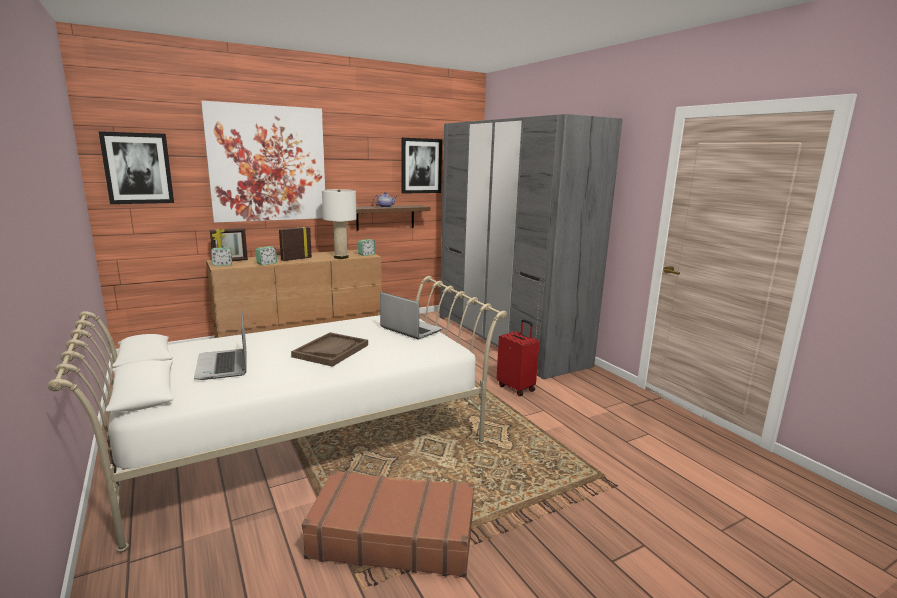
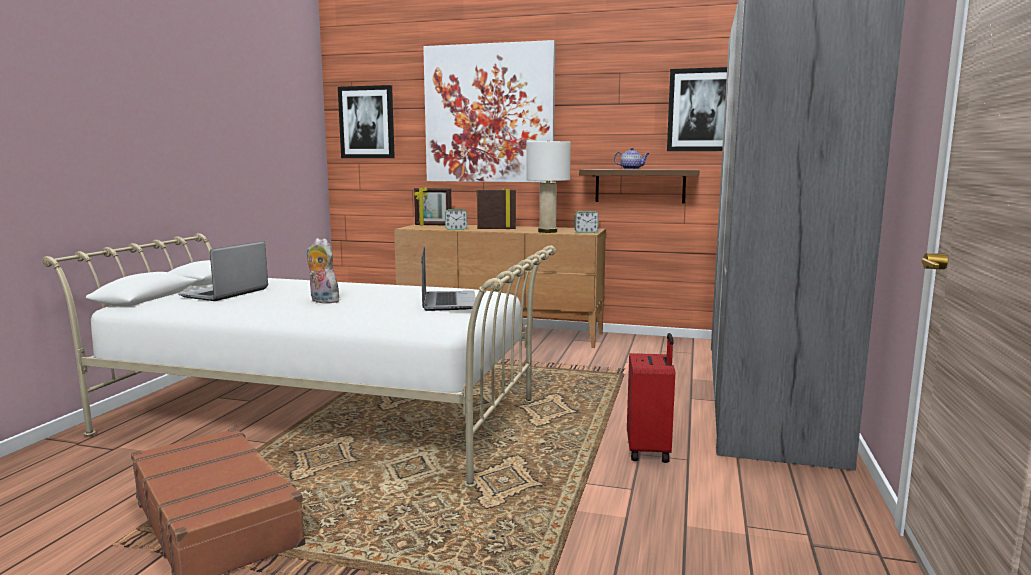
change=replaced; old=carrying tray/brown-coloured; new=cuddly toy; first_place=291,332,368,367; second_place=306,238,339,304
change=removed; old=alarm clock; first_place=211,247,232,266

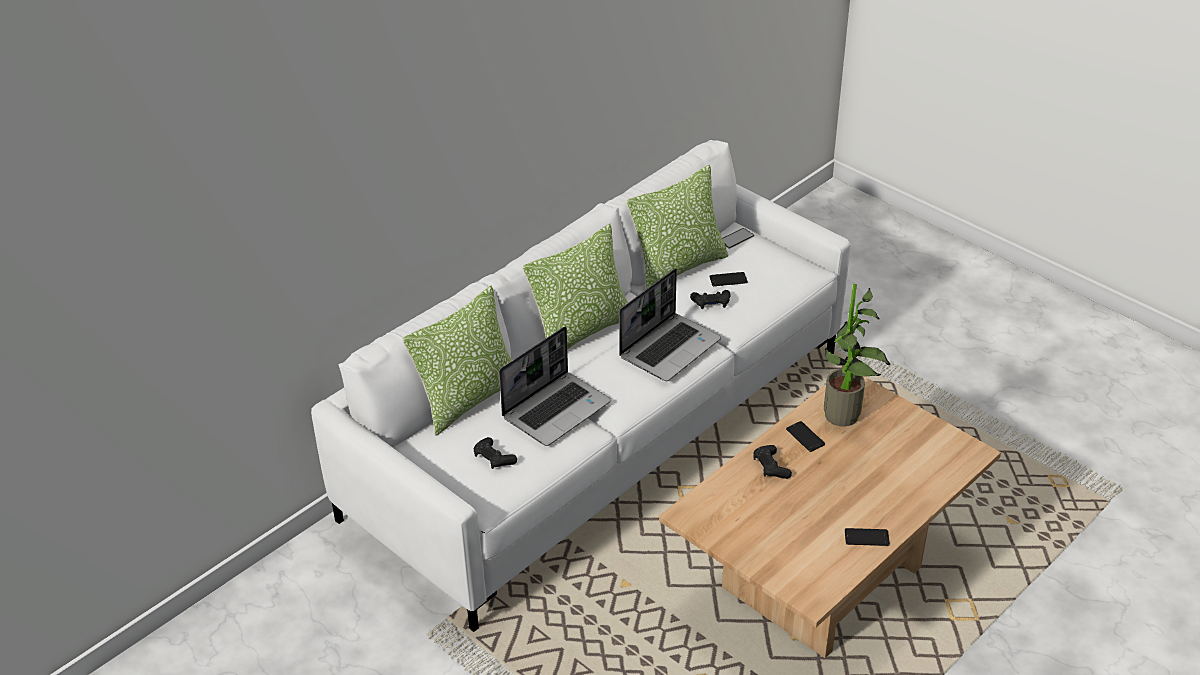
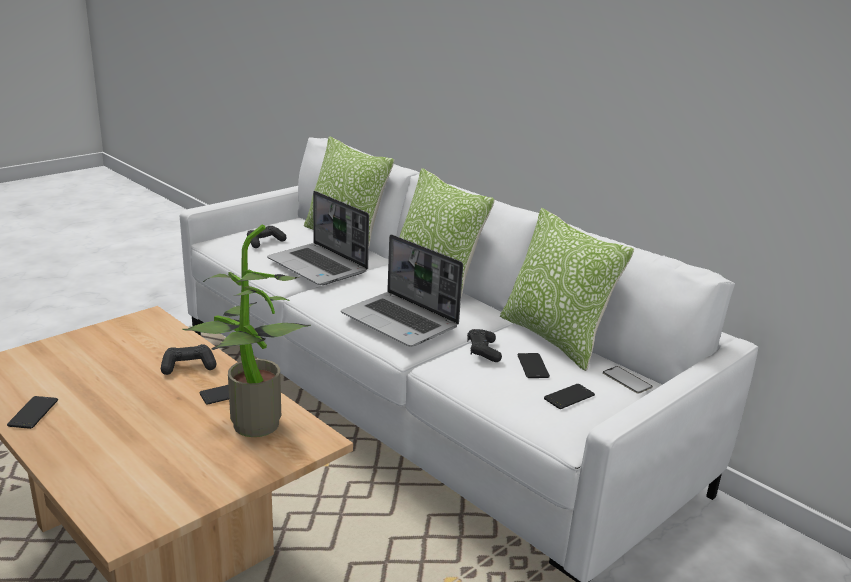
change=added; new=phone; second_place=544,384,595,409

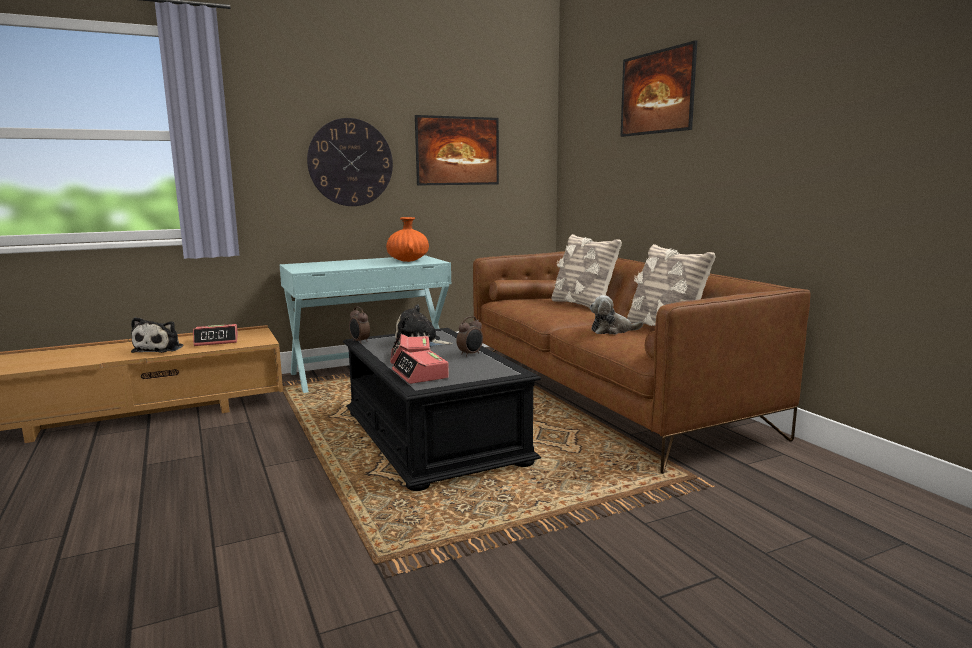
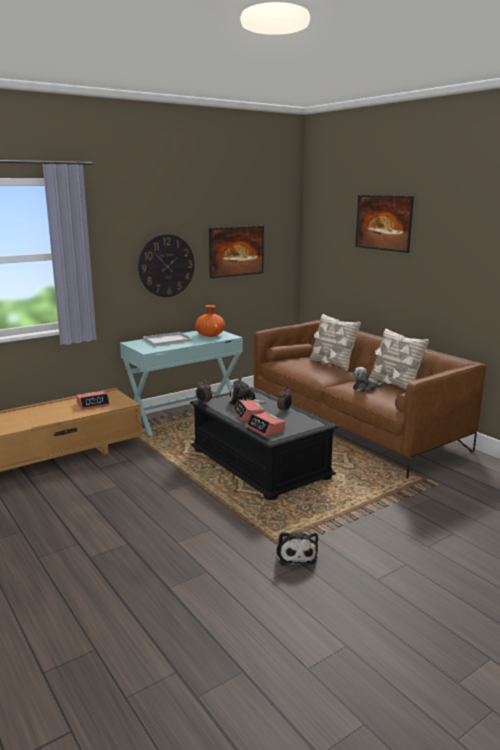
change=added; new=carrying tray/white-coloured; second_place=143,332,193,346
change=moved; old=cuddly toy; first_place=131,317,183,353; second_place=276,532,318,566

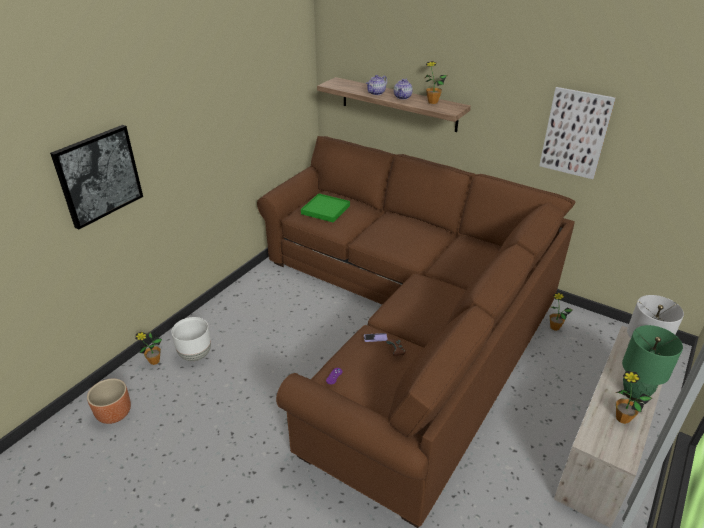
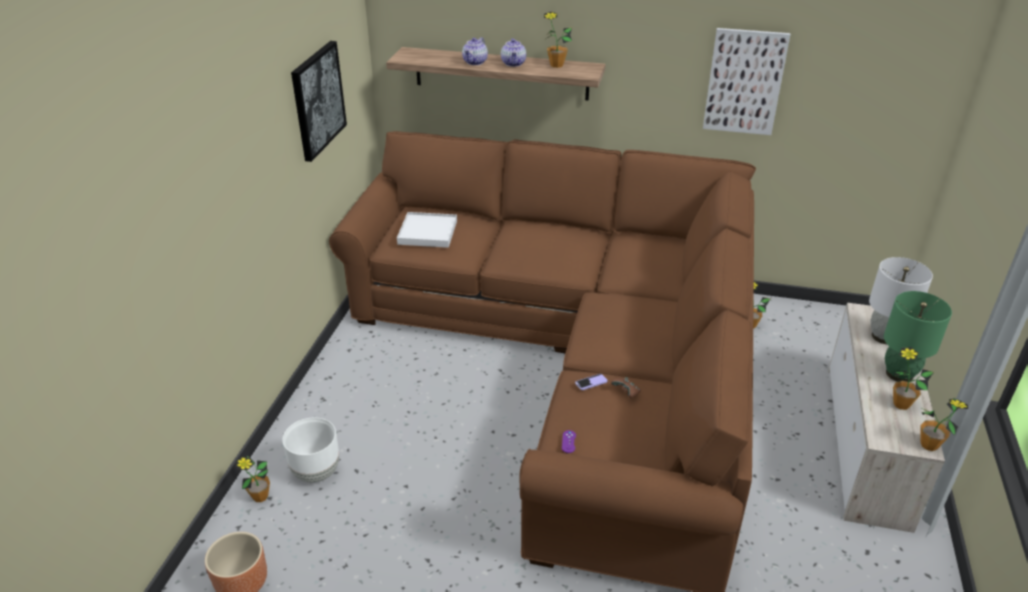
change=moved; old=picture; first_place=50,125,143,230; second_place=291,41,347,162
change=recoloured; old=carrying tray/green-coloured; new=carrying tray/white-coloured; first_place=301,193,350,223; second_place=397,212,457,248
change=added; new=houseplant; second_place=921,398,968,451

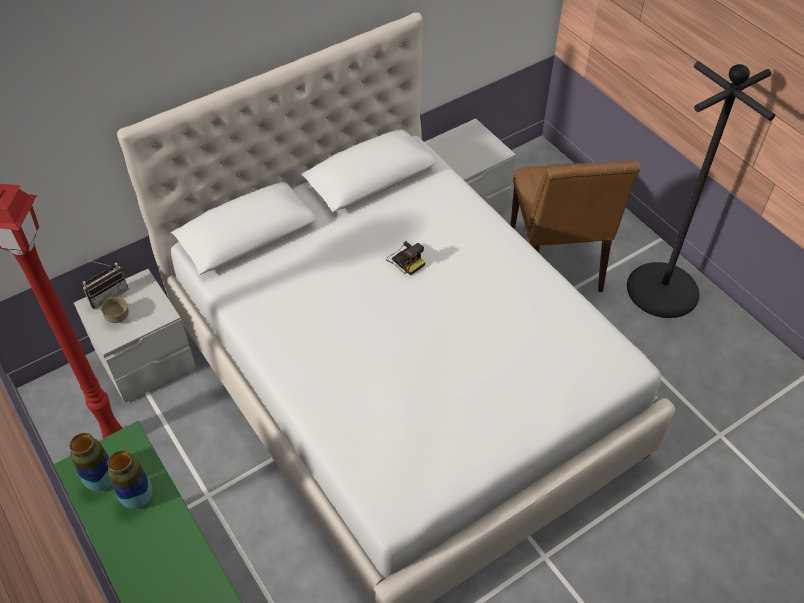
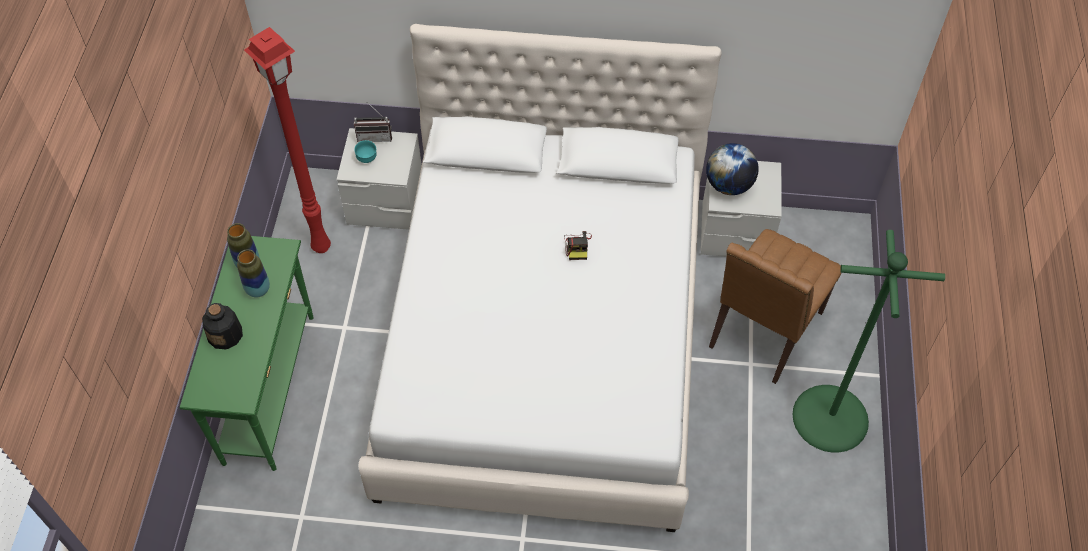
change=added; new=beverage bottle; second_place=202,303,243,350
change=recoloured; old=deep dish/brown-coloured; new=deep dish/blue-green; first_place=101,297,129,323; second_place=354,140,377,163
change=added; new=desk globe; second_place=706,143,759,195
change=recoloured; old=garment rack/black; new=garment rack/green-coloured; first_place=627,61,775,318; second_place=793,230,945,452

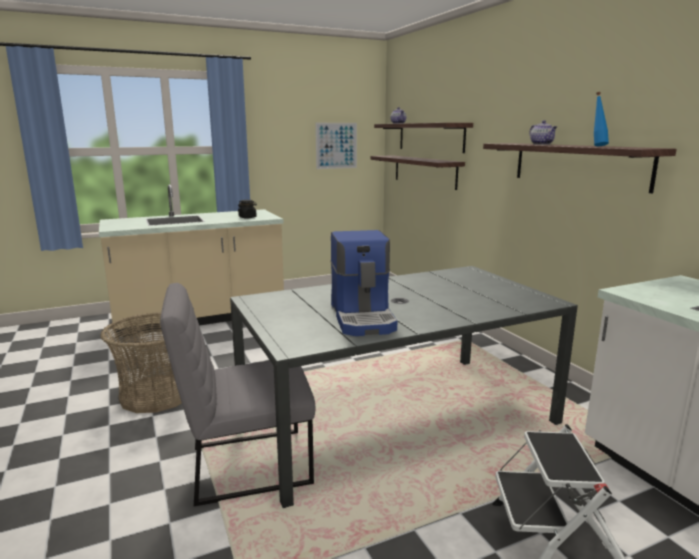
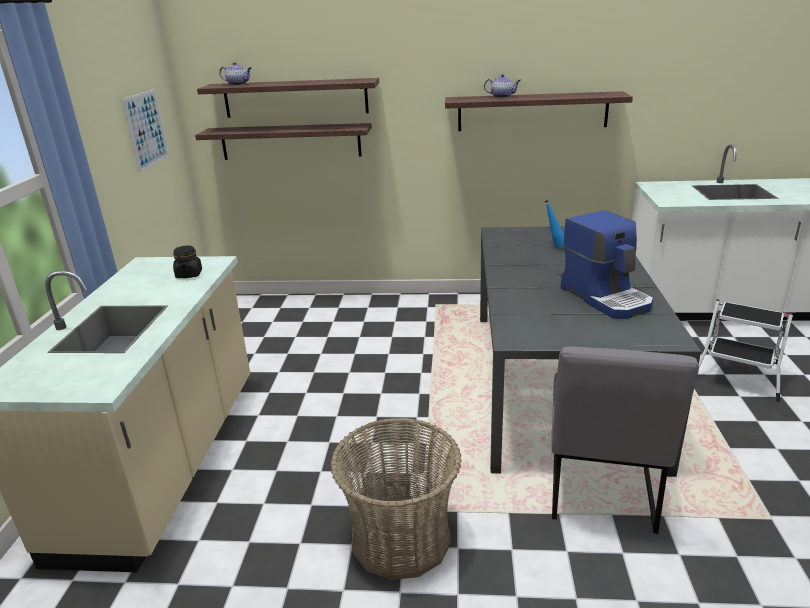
change=moved; old=beverage bottle/bluish; first_place=594,92,609,146; second_place=545,200,564,248
change=turned; old=coffee brewer; first_place=331,230,397,336; second_place=561,210,653,319; degrees=45

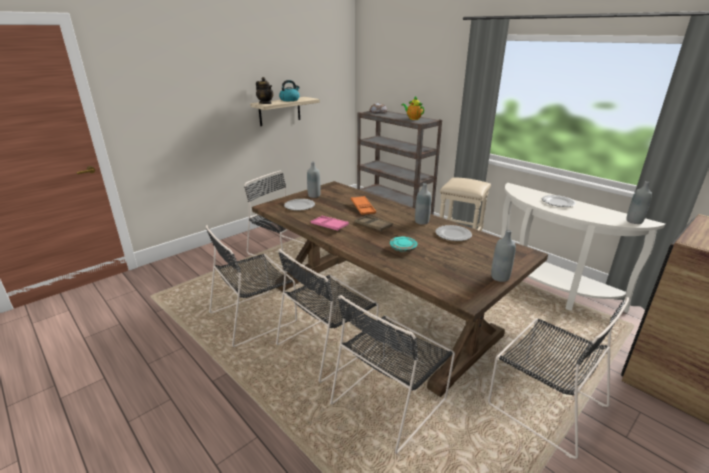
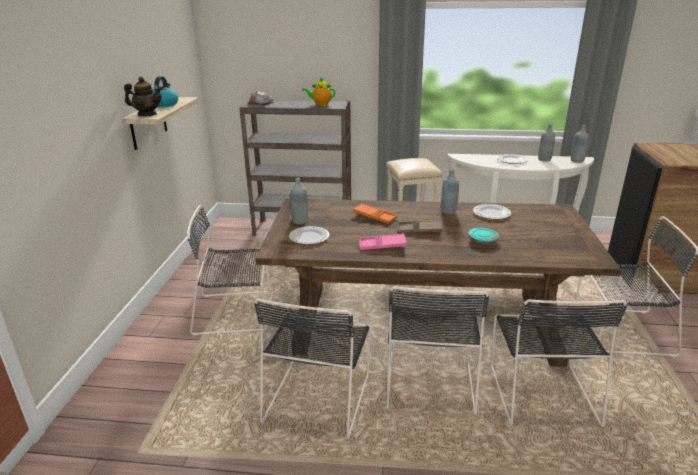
change=moved; old=beverage bottle/gray; first_place=491,230,516,282; second_place=538,124,555,162

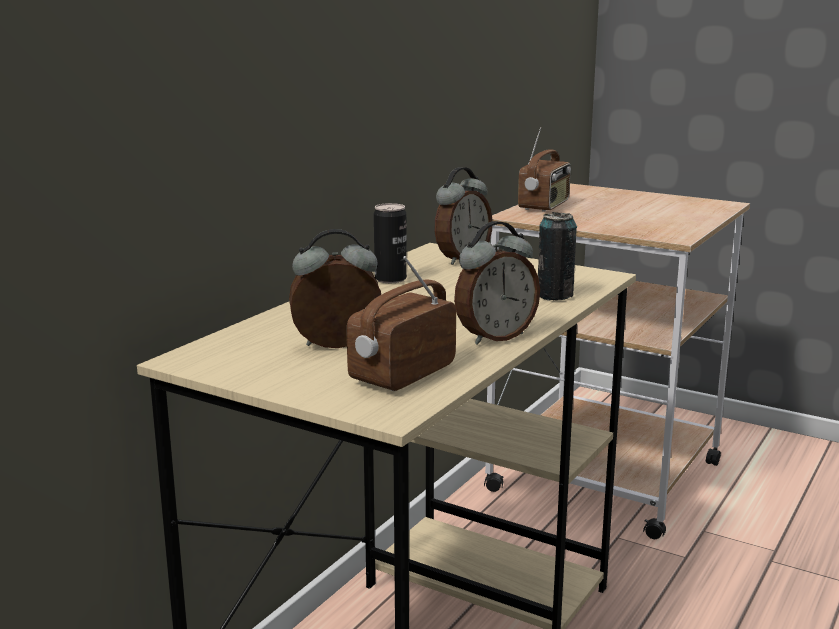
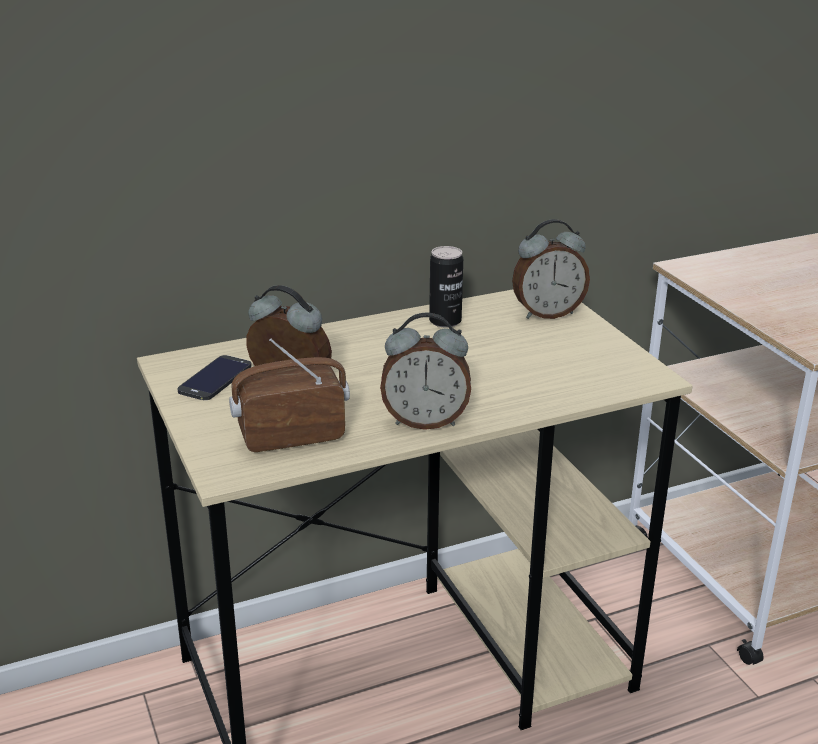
change=added; new=phone; second_place=177,355,252,400
change=removed; old=radio receiver; first_place=518,127,571,212
change=removed; old=can; first_place=538,212,577,300

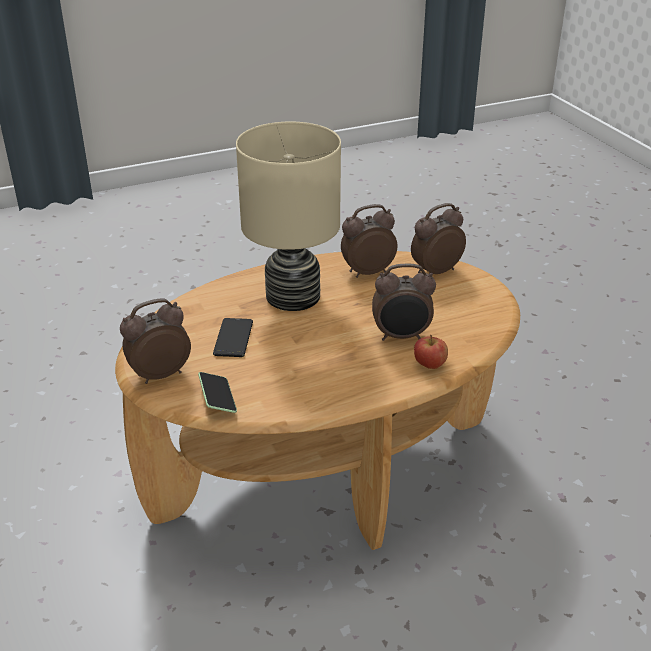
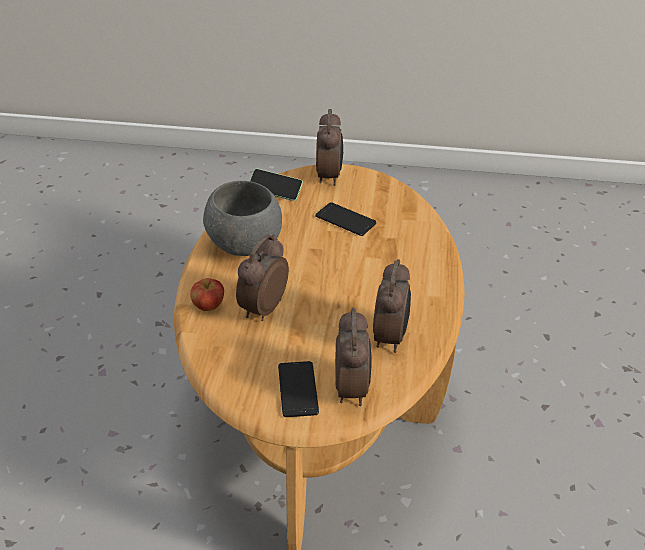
change=added; new=deep dish/gray; second_place=203,181,282,256
change=added; new=phone; second_place=278,361,319,417
change=removed; old=lamp for a table/beige-coloured; first_place=236,122,341,311

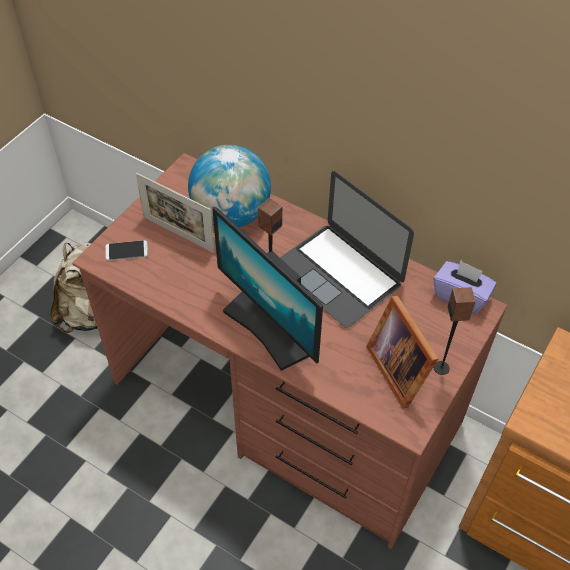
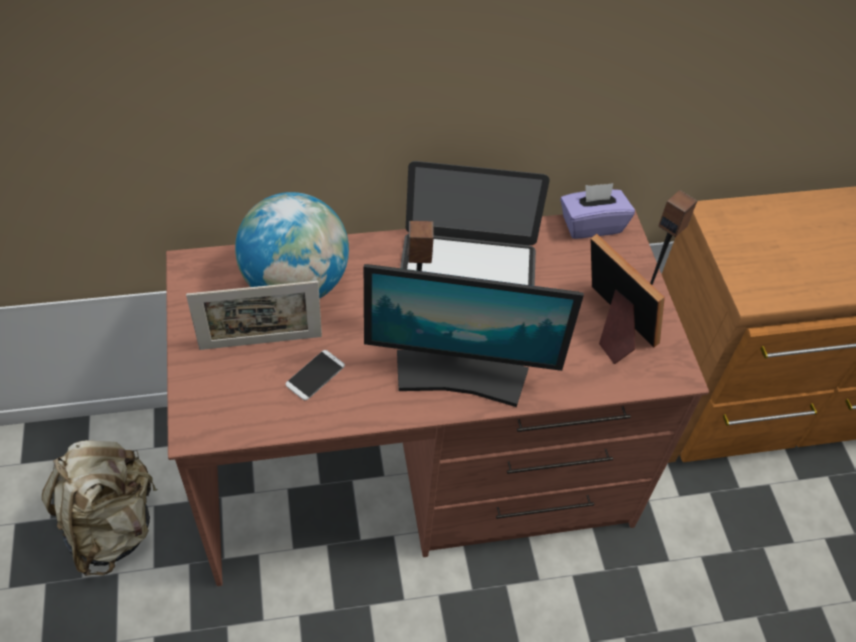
change=moved; old=phone; first_place=105,240,148,261; second_place=286,350,345,400
change=turned; old=photo frame; first_place=366,296,438,409; second_place=590,234,665,364; degrees=-150

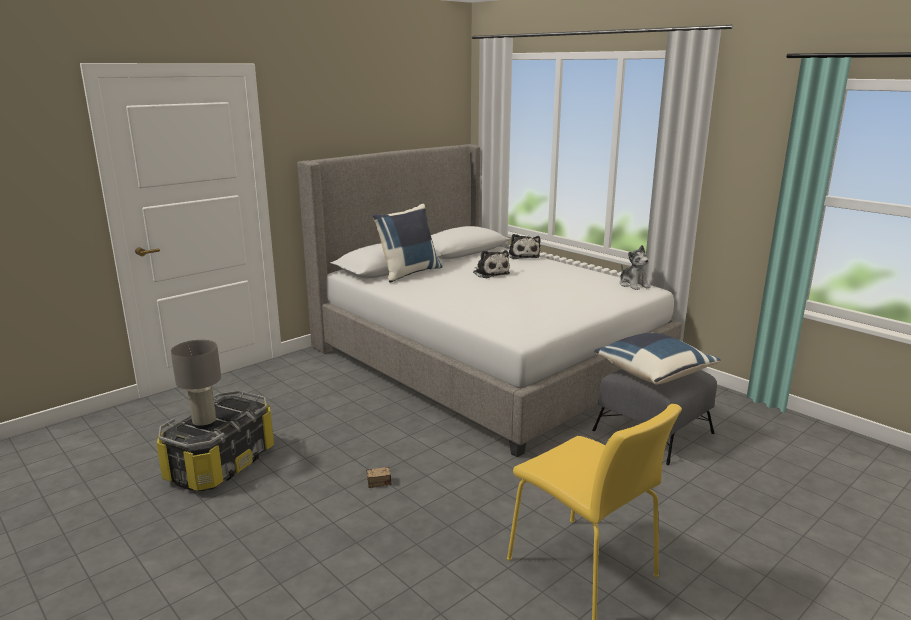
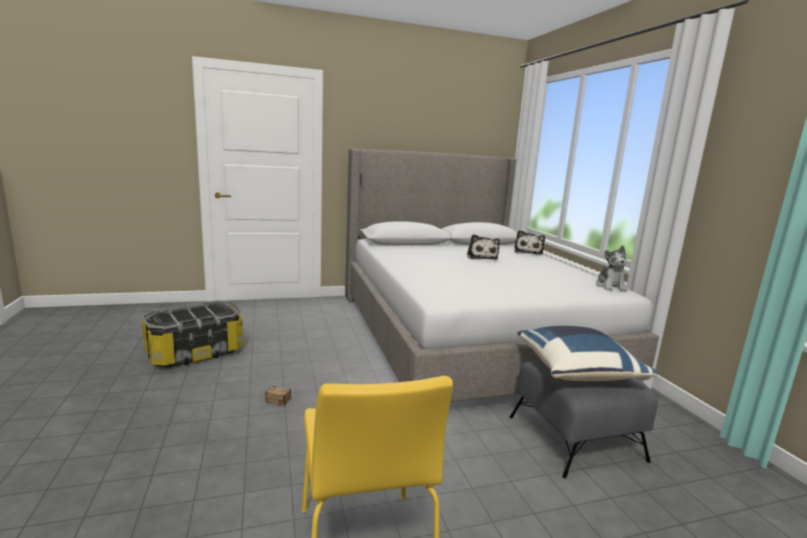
change=removed; old=lamp for a table/gray; first_place=171,340,221,429
change=removed; old=cushion/bluish; first_place=372,204,443,283

